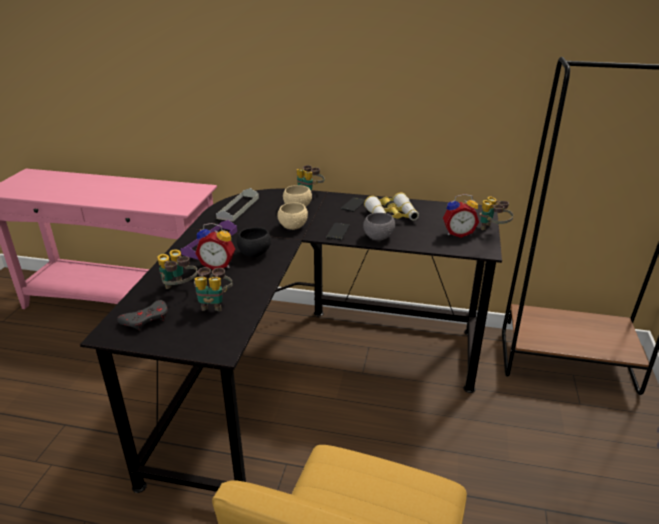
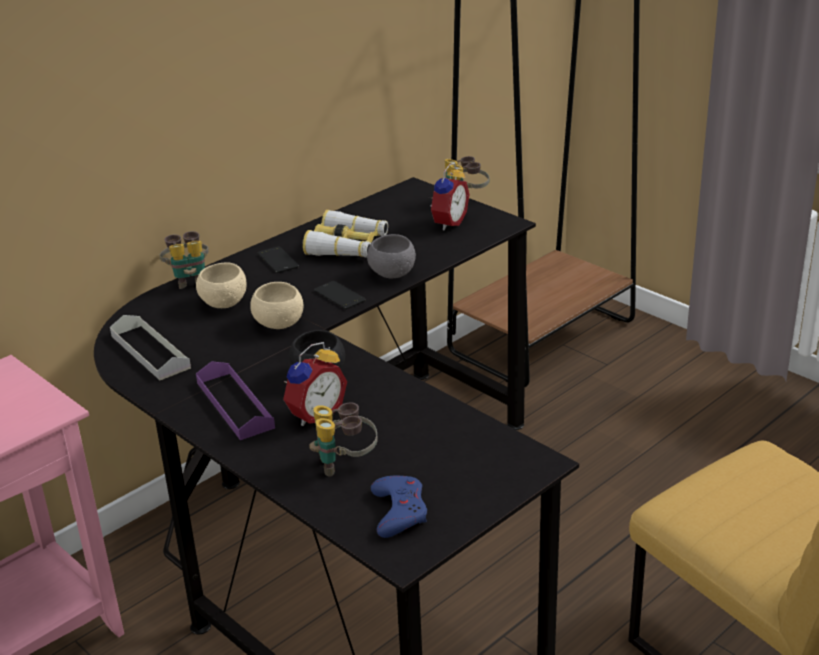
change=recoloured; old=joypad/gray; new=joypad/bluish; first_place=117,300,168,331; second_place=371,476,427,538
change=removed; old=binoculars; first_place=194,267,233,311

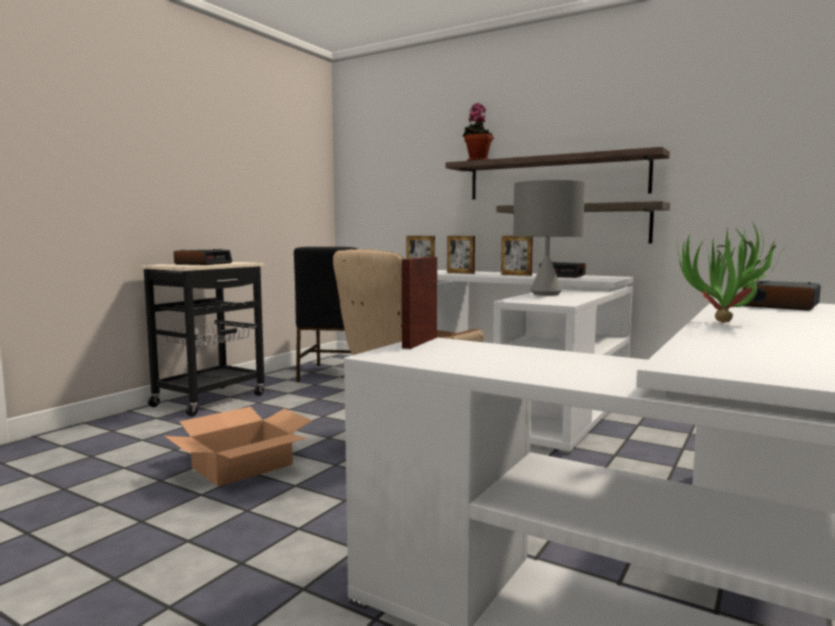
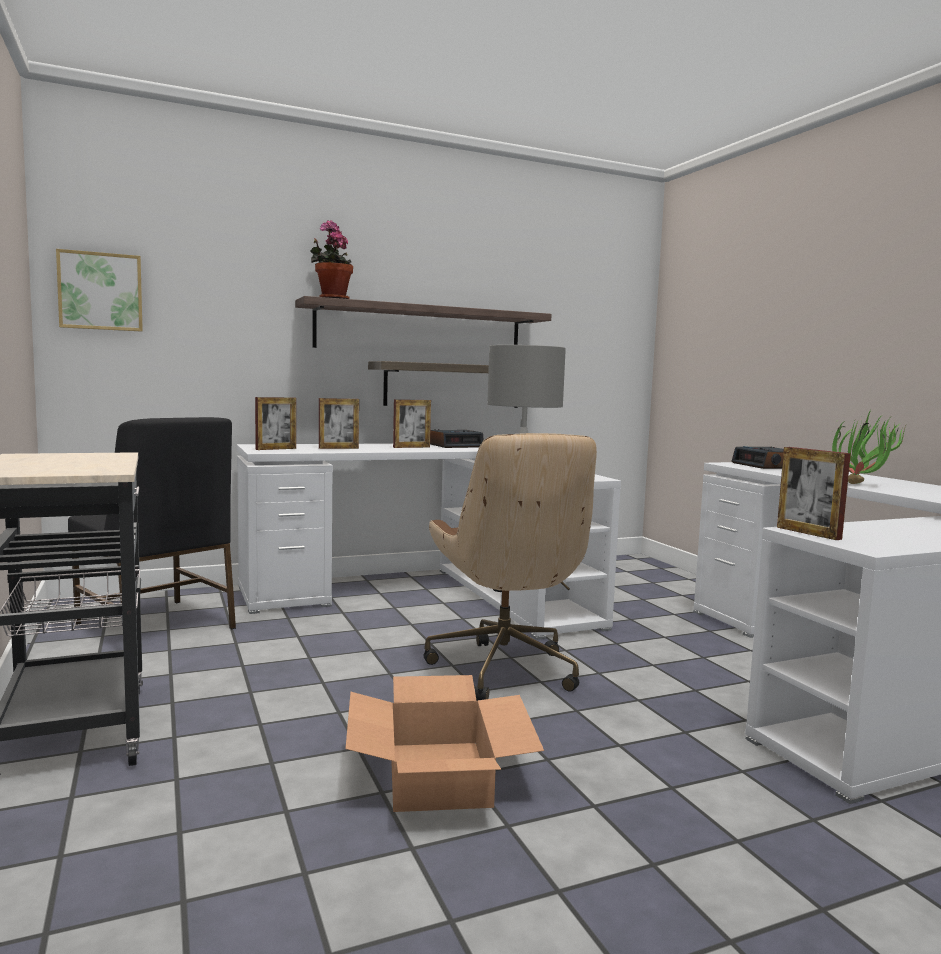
change=added; new=picture; second_place=56,249,143,332
change=removed; old=alarm clock; first_place=174,249,232,265

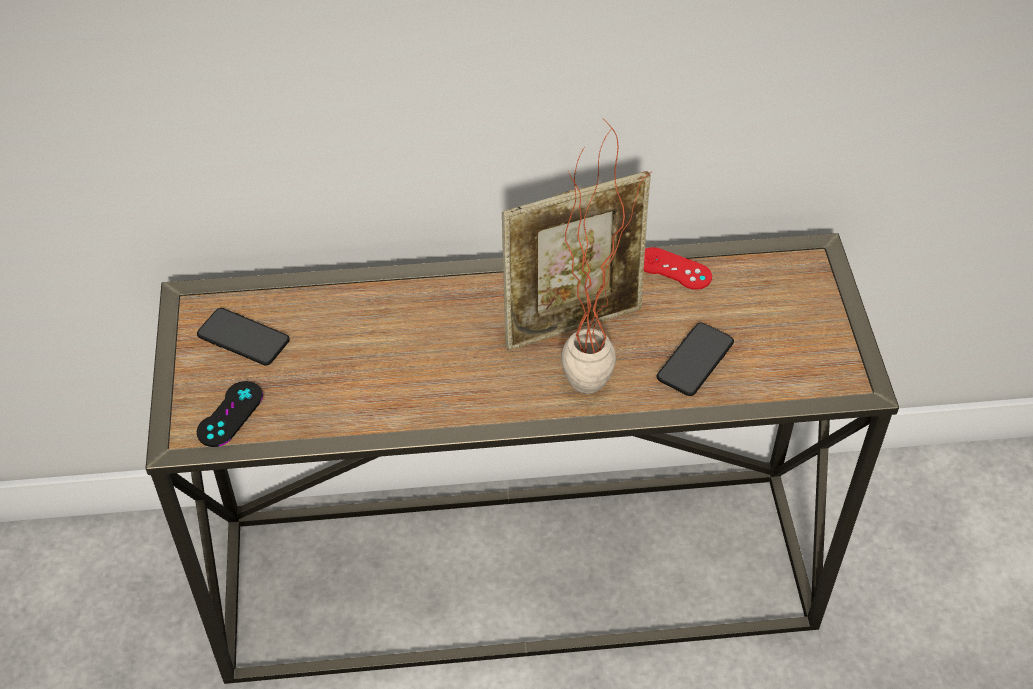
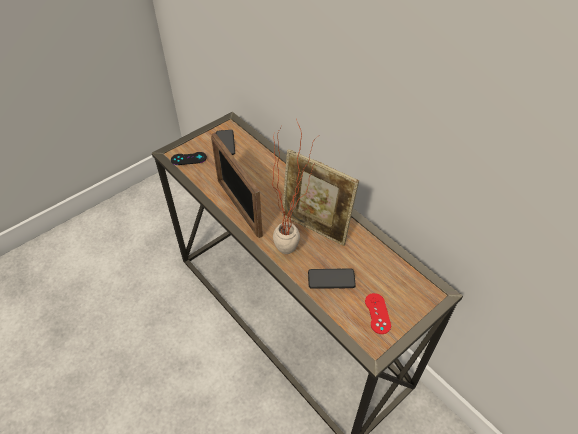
change=added; new=photo frame; second_place=211,133,263,238
change=moved; old=joypad/reddish; first_place=644,247,712,290; second_place=365,293,391,334

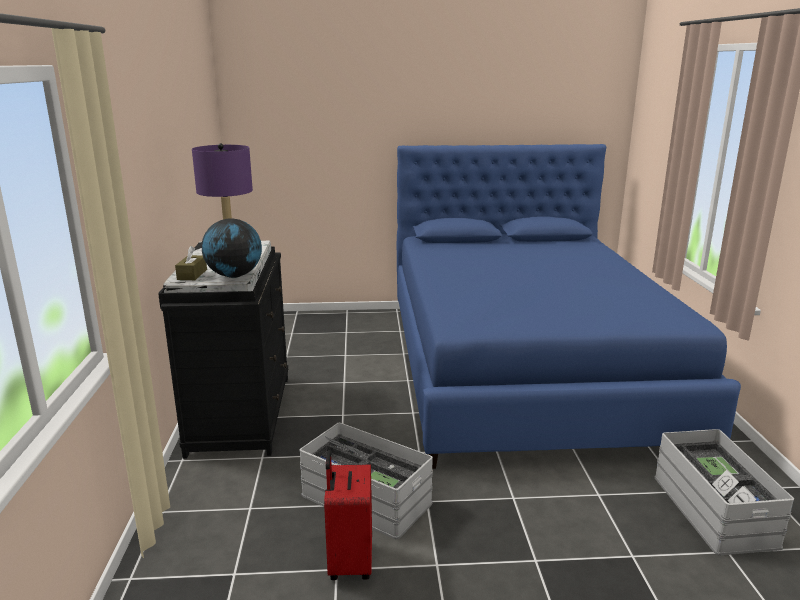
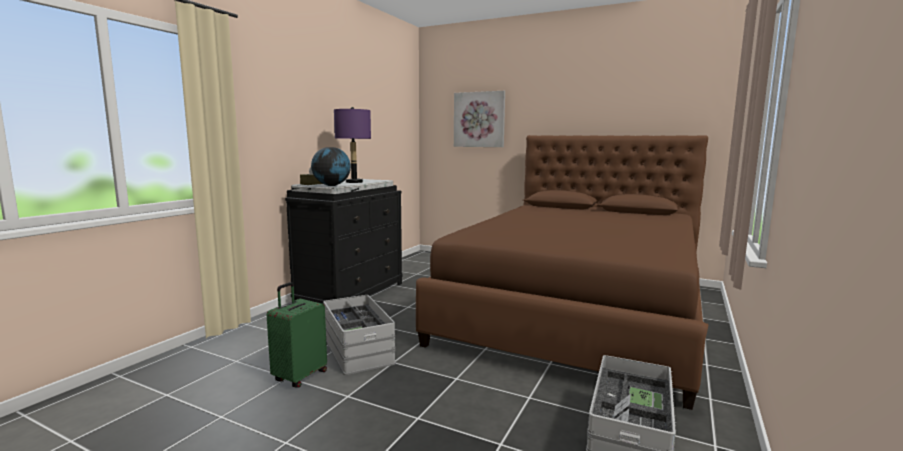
change=recoloured; old=travel case/reddish; new=travel case/green-coloured; first_place=324,450,372,580; second_place=267,282,327,388
change=recoloured; old=sleeping bed/bluish; new=sleeping bed/brown-coloured; first_place=397,144,741,469; second_place=416,135,708,410
change=added; new=picture; second_place=454,91,505,147

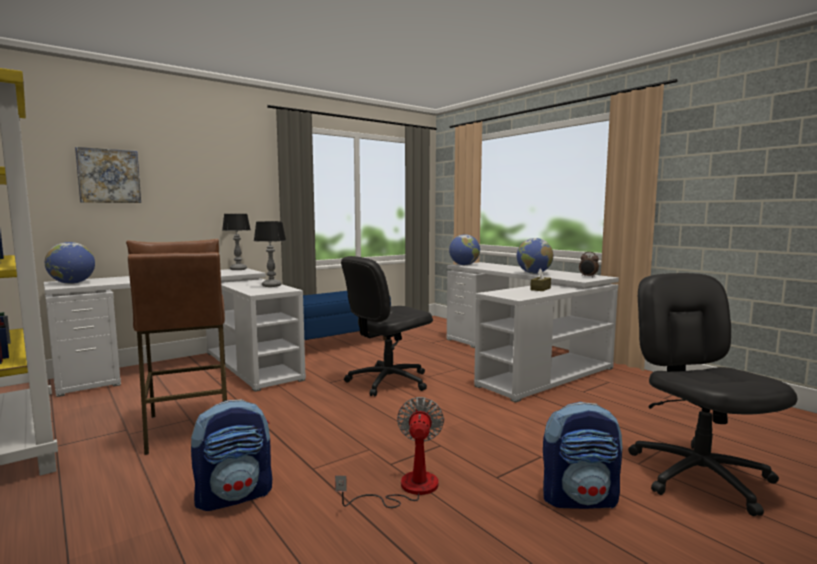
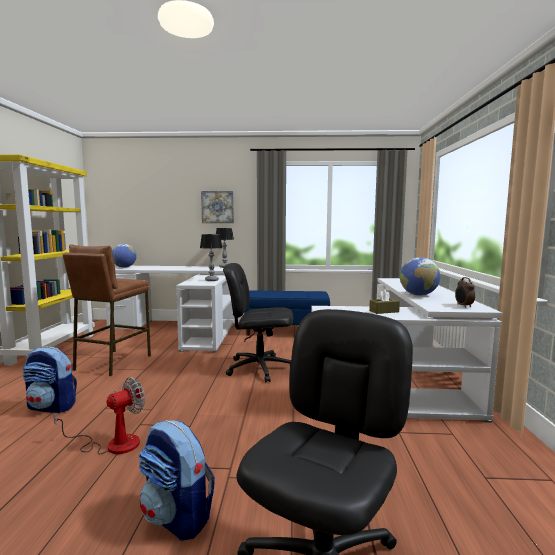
change=moved; old=picture; first_place=75,147,141,203; second_place=201,191,234,223
change=removed; old=desk globe; first_place=449,234,480,265

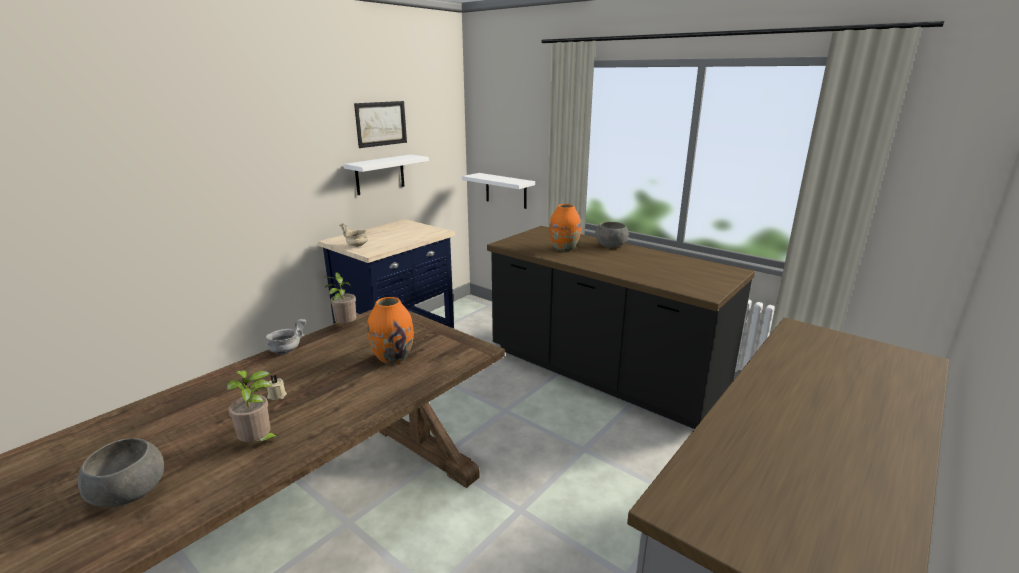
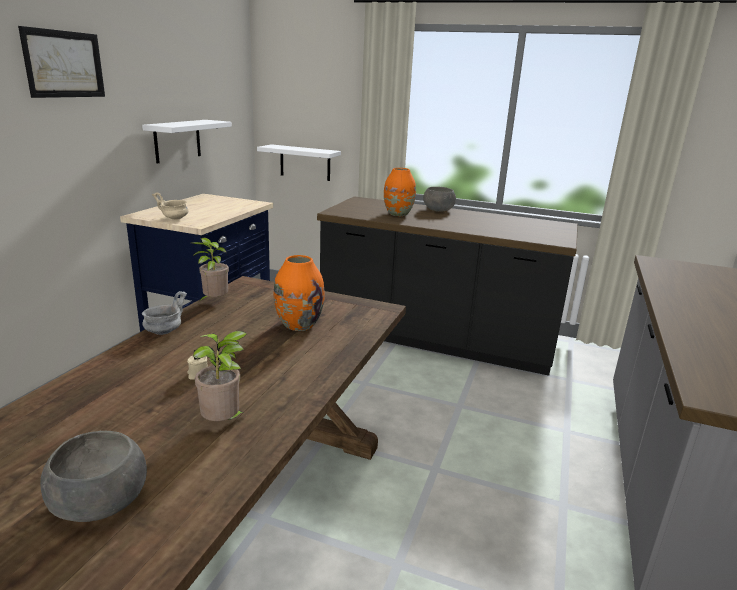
change=moved; old=picture; first_place=354,101,407,148; second_place=18,26,105,98

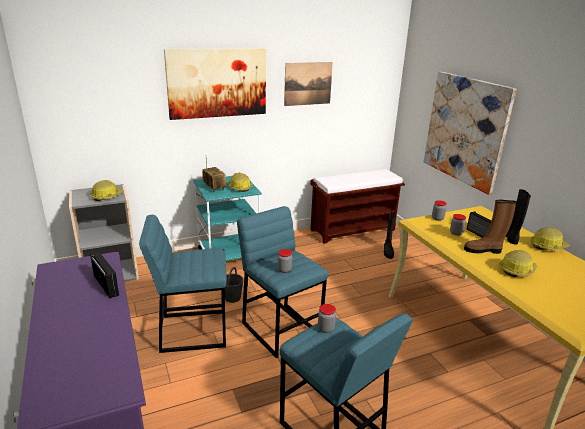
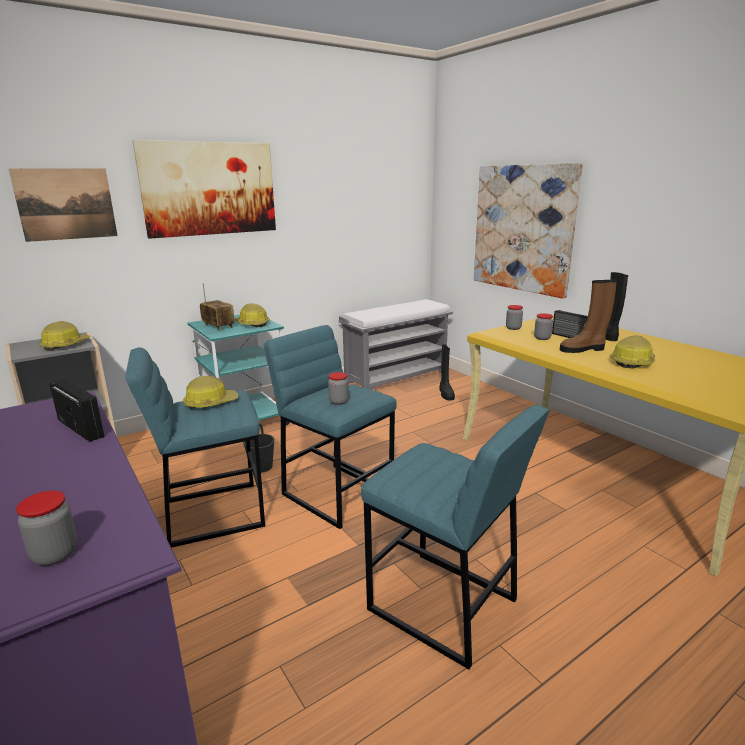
change=moved; old=picture; first_place=284,62,333,106; second_place=9,169,118,242
change=moved; old=jar; first_place=318,304,336,333; second_place=16,491,77,566
change=moved; old=safety helmet; first_place=530,228,570,250; second_place=183,376,238,409
change=recoloured; old=long seat/brown-coloured; new=long seat/gray; first_place=310,169,405,244; second_place=339,299,453,390

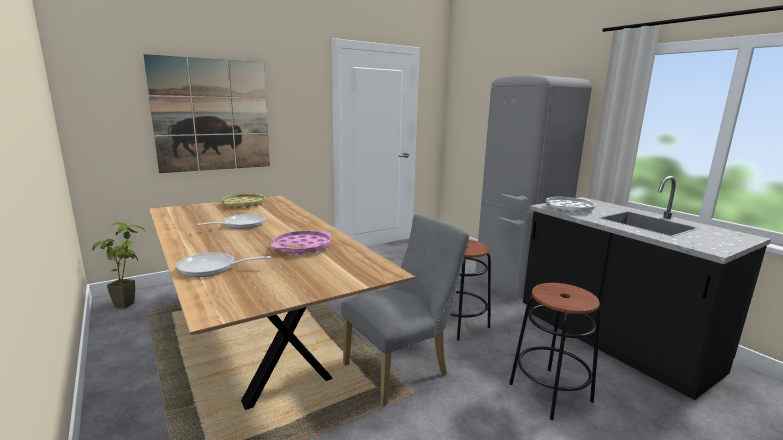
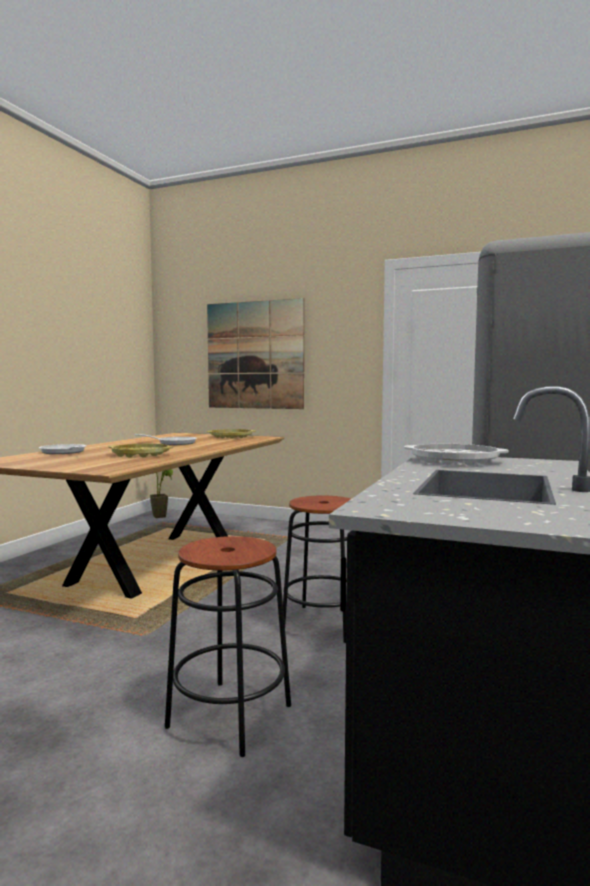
change=recoloured; old=carrying tray/pink-coloured; new=carrying tray/yellowish; first_place=271,231,332,255; second_place=109,444,173,458
change=removed; old=upright chair/gray; first_place=341,214,470,406

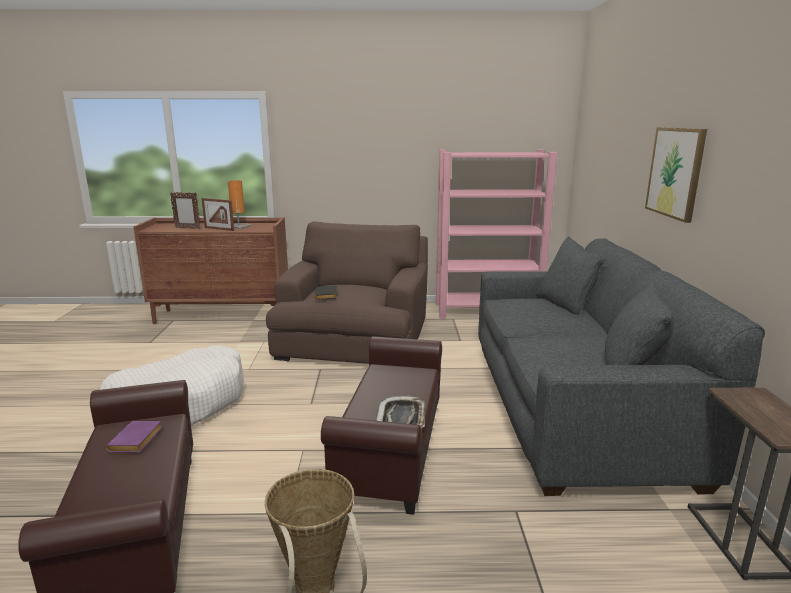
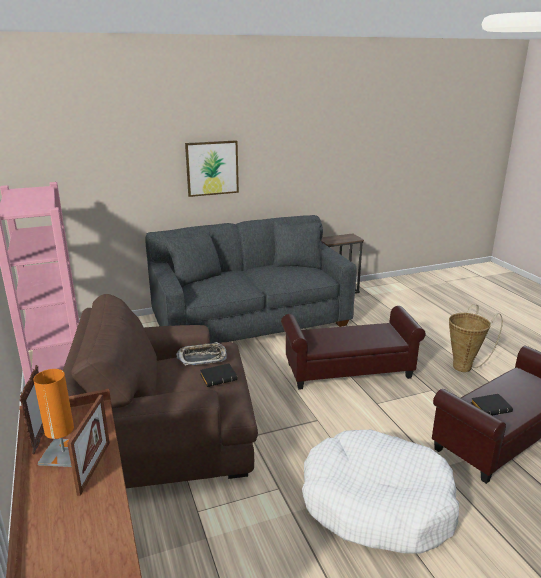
change=moved; old=photo frame; first_place=170,192,201,229; second_place=19,365,44,455
change=moved; old=carrying tray; first_place=375,396,425,428; second_place=176,342,227,366
change=recoloured; old=book/purple-coloured; new=book/black; first_place=106,421,162,452; second_place=470,394,513,416

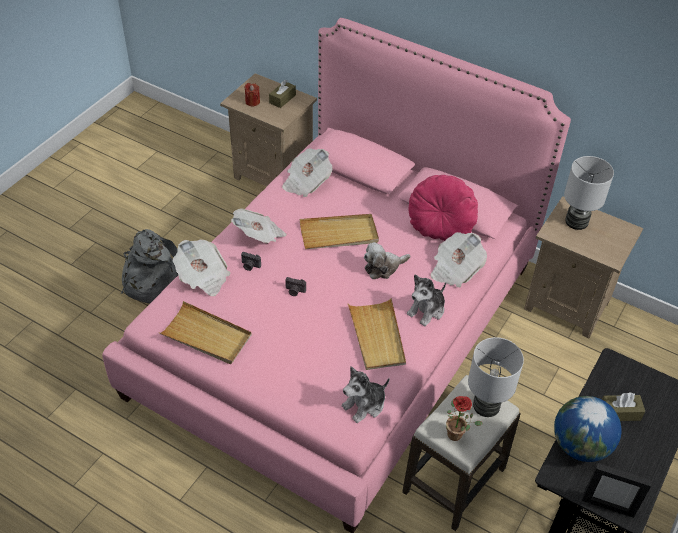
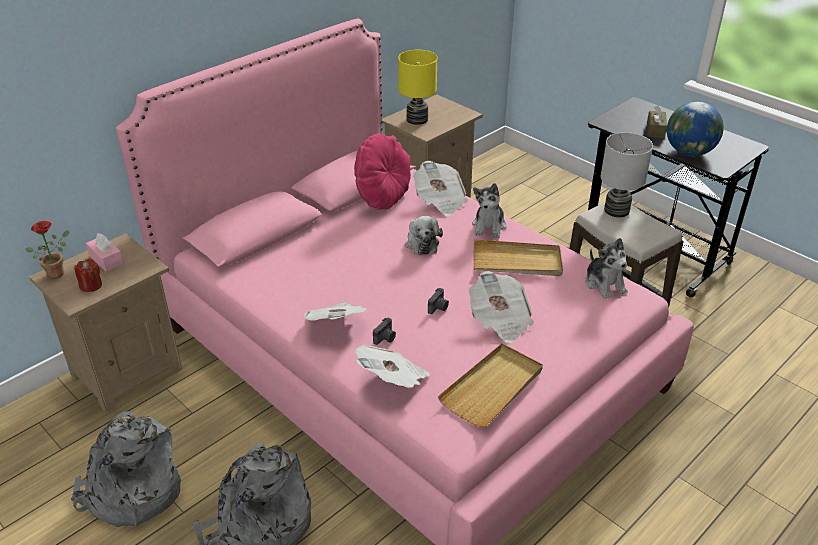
change=moved; old=houseplant; first_place=446,396,483,441; second_place=26,221,69,279
change=added; new=rucksack/gray; second_place=71,411,181,527
change=recoloured; old=tissue holder/brown-coloured; new=tissue holder/pink-coloured; first_place=269,80,296,108; second_place=86,233,124,272
change=recoloured; old=lamp for a table/gray; new=lamp for a table/yellowish; first_place=564,156,614,230; second_place=398,50,437,125
change=moved; old=printed paper; first_place=282,148,333,197; second_place=469,271,534,344
change=turned; old=cuddly toy; first_place=407,274,446,326; second_place=472,183,506,238; degrees=45
change=removed; old=carrying tray/beige-coloured; first_place=300,214,379,249
change=removed; old=photo frame; first_place=582,463,652,518

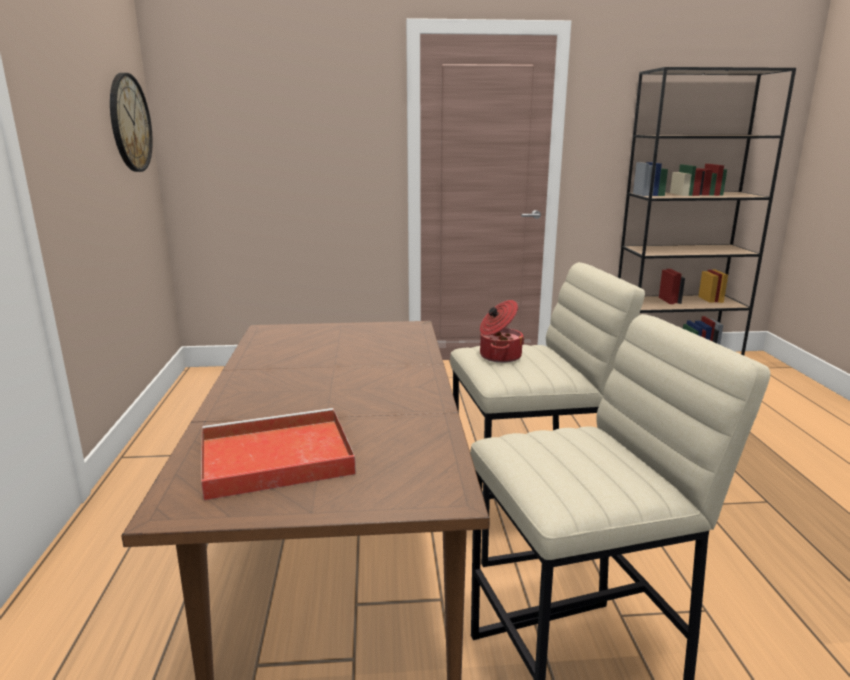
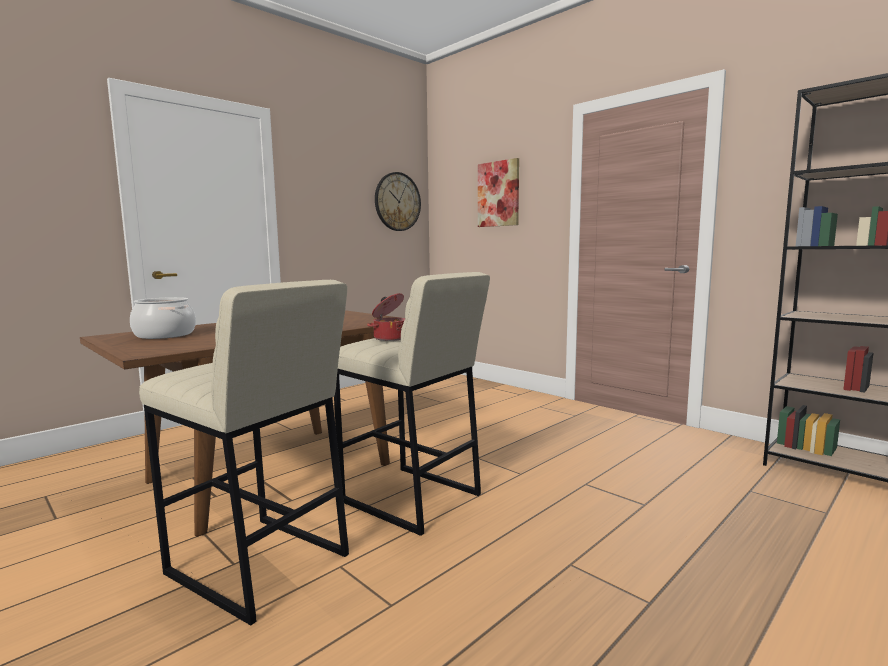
change=replaced; old=carrying tray/reddish; new=stockpot; first_place=201,408,356,500; second_place=130,297,196,339
change=added; new=picture; second_place=478,158,519,227

